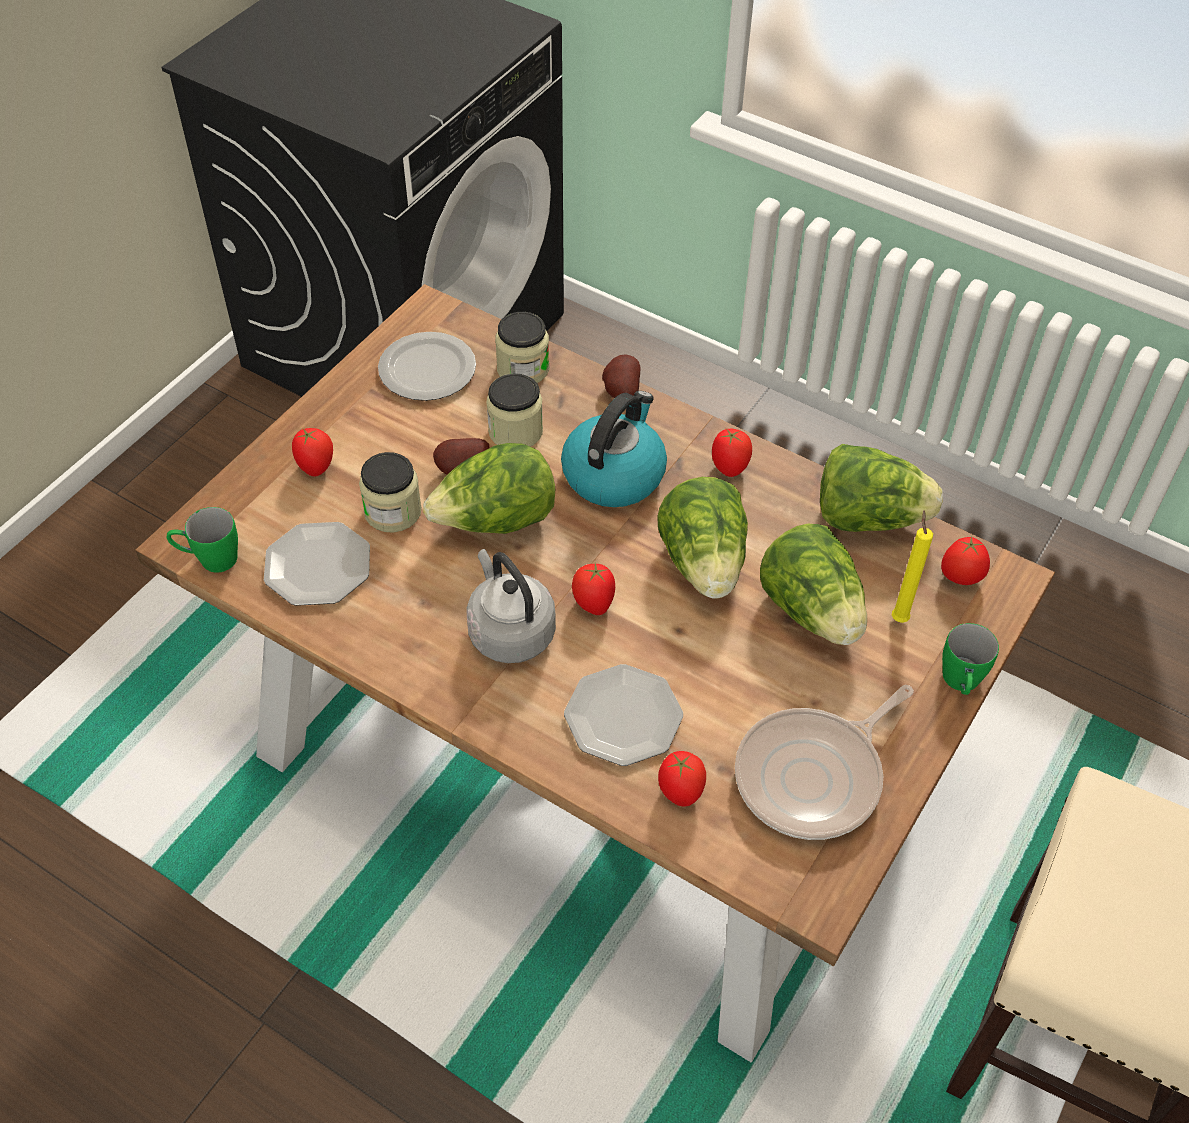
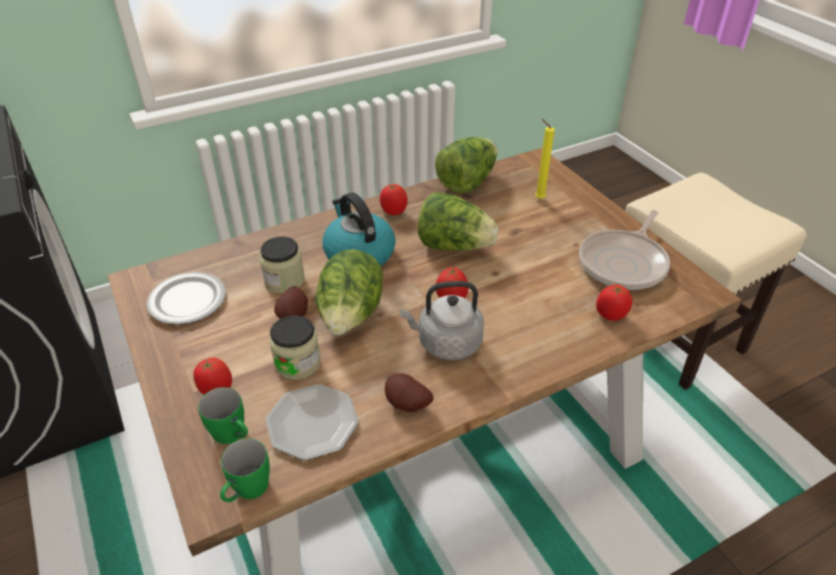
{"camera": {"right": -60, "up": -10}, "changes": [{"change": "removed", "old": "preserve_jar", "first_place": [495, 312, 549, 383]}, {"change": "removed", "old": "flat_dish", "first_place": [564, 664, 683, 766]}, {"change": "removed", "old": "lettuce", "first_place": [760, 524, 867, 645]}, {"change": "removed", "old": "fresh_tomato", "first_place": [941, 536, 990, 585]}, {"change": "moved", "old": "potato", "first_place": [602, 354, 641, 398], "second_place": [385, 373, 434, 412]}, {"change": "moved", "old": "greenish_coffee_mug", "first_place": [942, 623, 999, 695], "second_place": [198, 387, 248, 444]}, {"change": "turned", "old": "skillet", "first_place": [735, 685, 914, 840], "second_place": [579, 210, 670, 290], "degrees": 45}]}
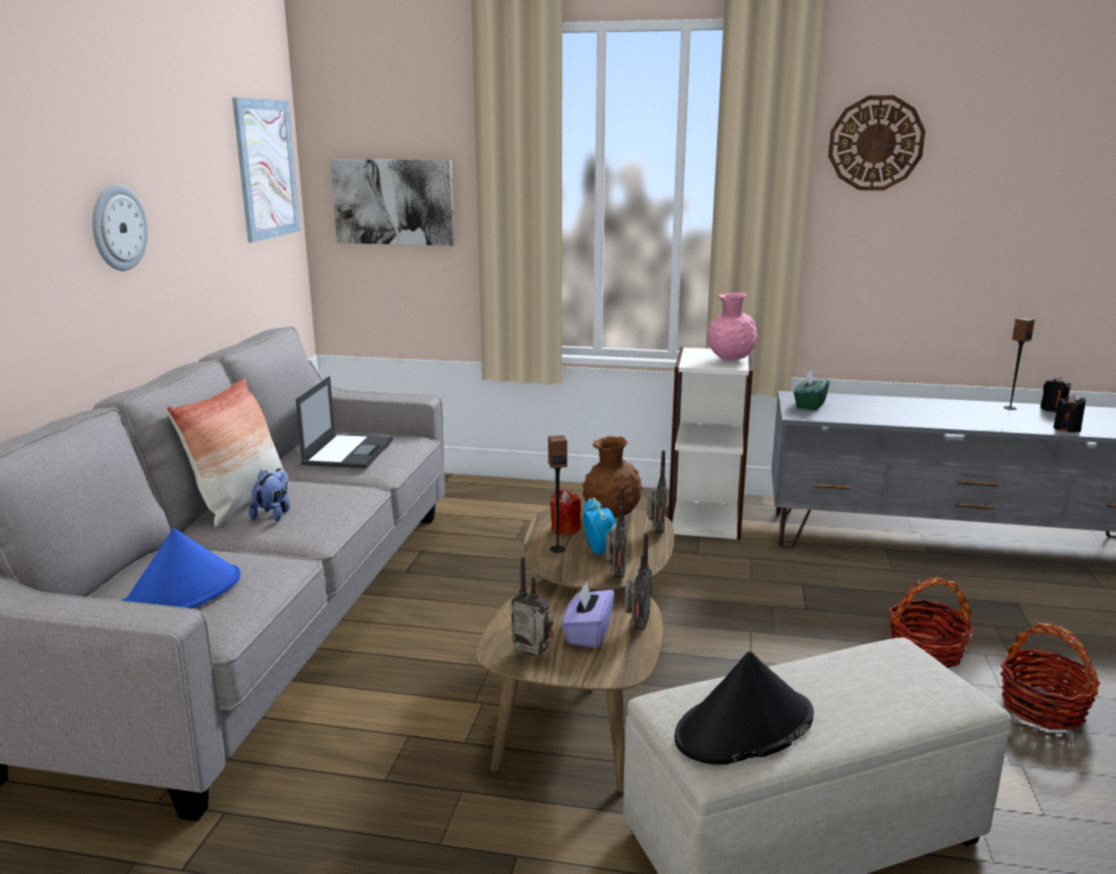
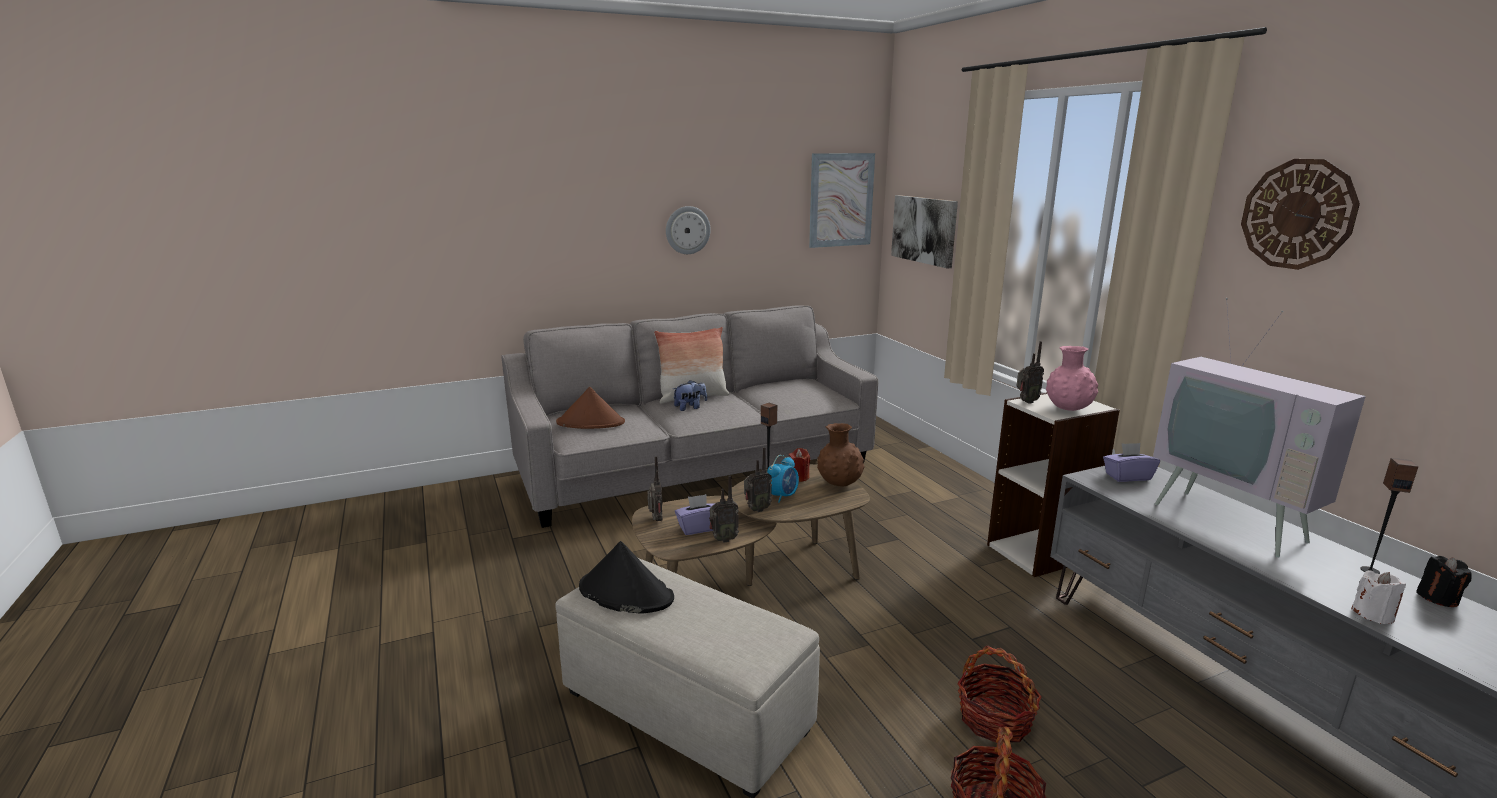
{"camera": {"right": 55, "up": 0}, "changes": [{"change": "removed", "old": "portable_computer", "first_place": [296, 376, 393, 468]}, {"change": "added", "new": "television", "second_place": [1153, 298, 1366, 557]}, {"change": "moved", "old": "radio_set", "first_place": [647, 450, 667, 534], "second_place": [1017, 341, 1044, 404]}, {"change": "recoloured", "old": "blue-coloured_wearable_hat", "new": "brown_wearable_hat", "first_place": [121, 528, 241, 609], "second_place": [556, 387, 625, 429]}, {"change": "recoloured", "old": "greenish_tissue_holder", "new": "purplish_tissue_holder", "first_place": [794, 370, 830, 410], "second_place": [1103, 443, 1160, 482]}, {"change": "recoloured", "old": "black_wax_candle", "new": "white-coloured_wax_candle", "first_place": [1053, 394, 1086, 432], "second_place": [1351, 570, 1406, 624]}]}
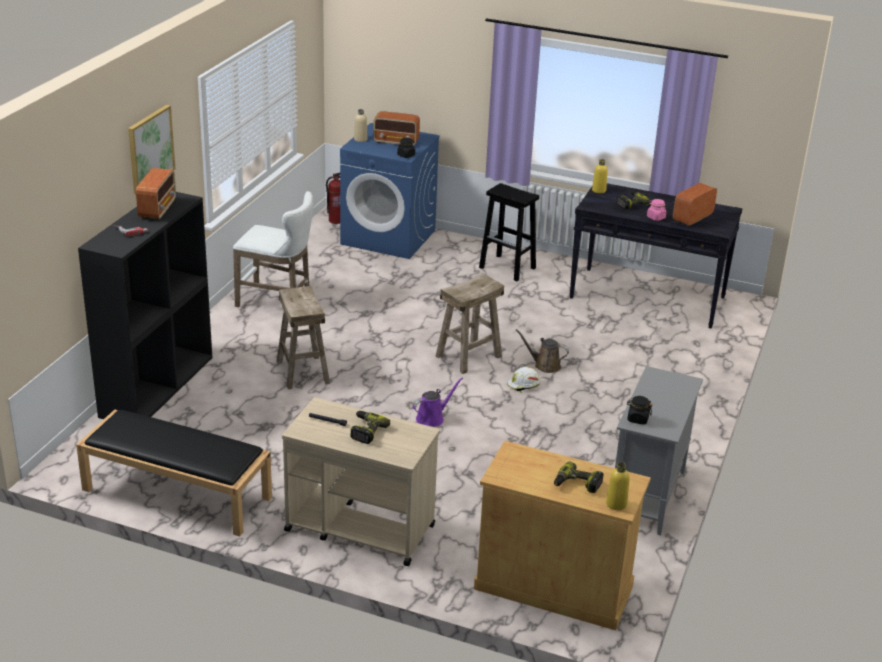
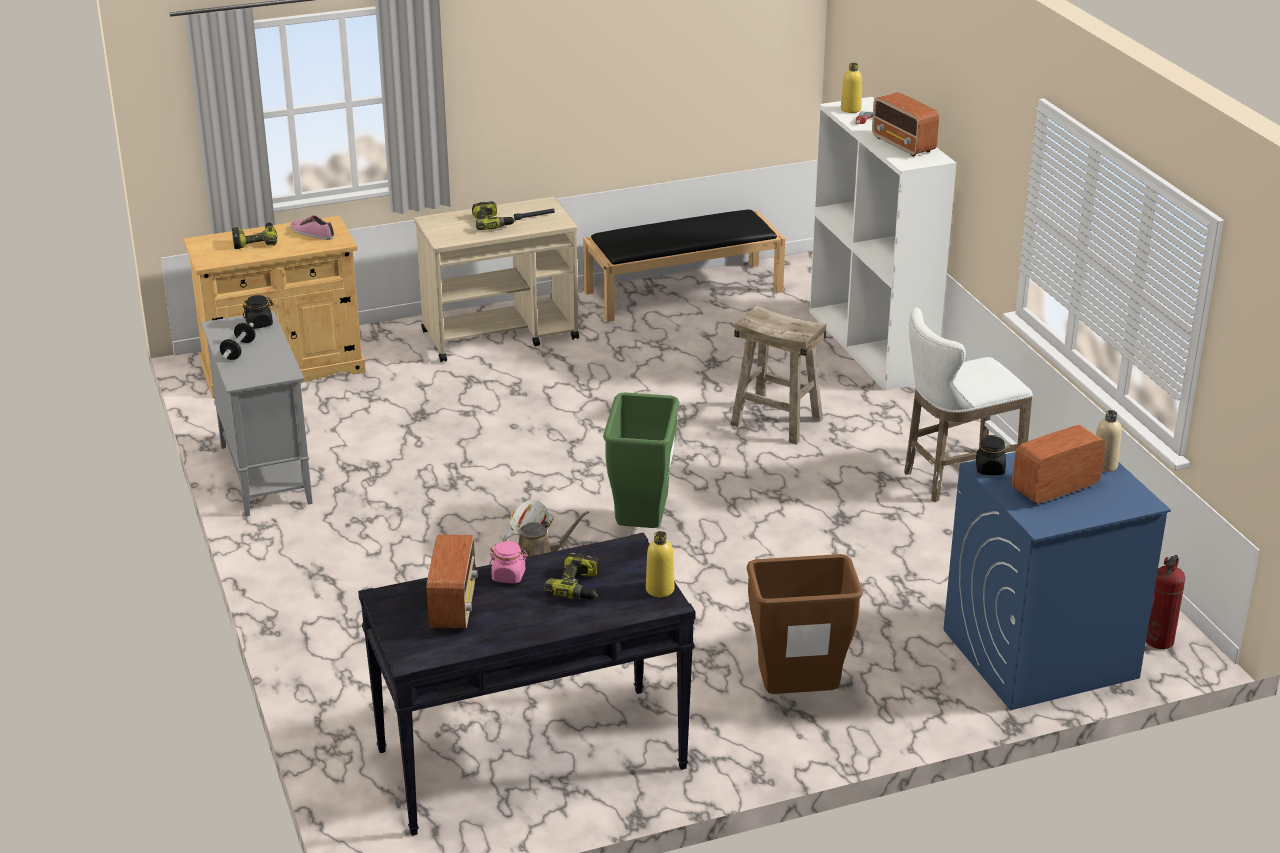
{"camera": {"right": 140, "up": 0}, "changes": [{"change": "removed", "old": "picture", "first_place": [128, 105, 175, 194]}, {"change": "removed", "old": "purplish_sprinkling_can", "first_place": [413, 378, 463, 427]}, {"change": "added", "new": "dumbbell", "second_place": [220, 323, 255, 360]}, {"change": "added", "new": "low_shoe", "second_place": [290, 215, 334, 240]}, {"change": "moved", "old": "yellow-coloured_drink_bottle", "first_place": [606, 462, 630, 510], "second_place": [841, 63, 862, 113]}, {"change": "replaced", "old": "sand-coloured_stool", "new": "greenish_waste_bin", "first_place": [435, 273, 504, 374], "second_place": [603, 392, 679, 528]}, {"change": "replaced", "old": "black_stool", "new": "brown_waste_bin", "first_place": [479, 183, 539, 281], "second_place": [746, 554, 863, 694]}, {"change": "recoloured", "old": "black_bookcase", "new": "white-coloured_bookcase", "first_place": [78, 192, 212, 419], "second_place": [810, 97, 956, 391]}]}
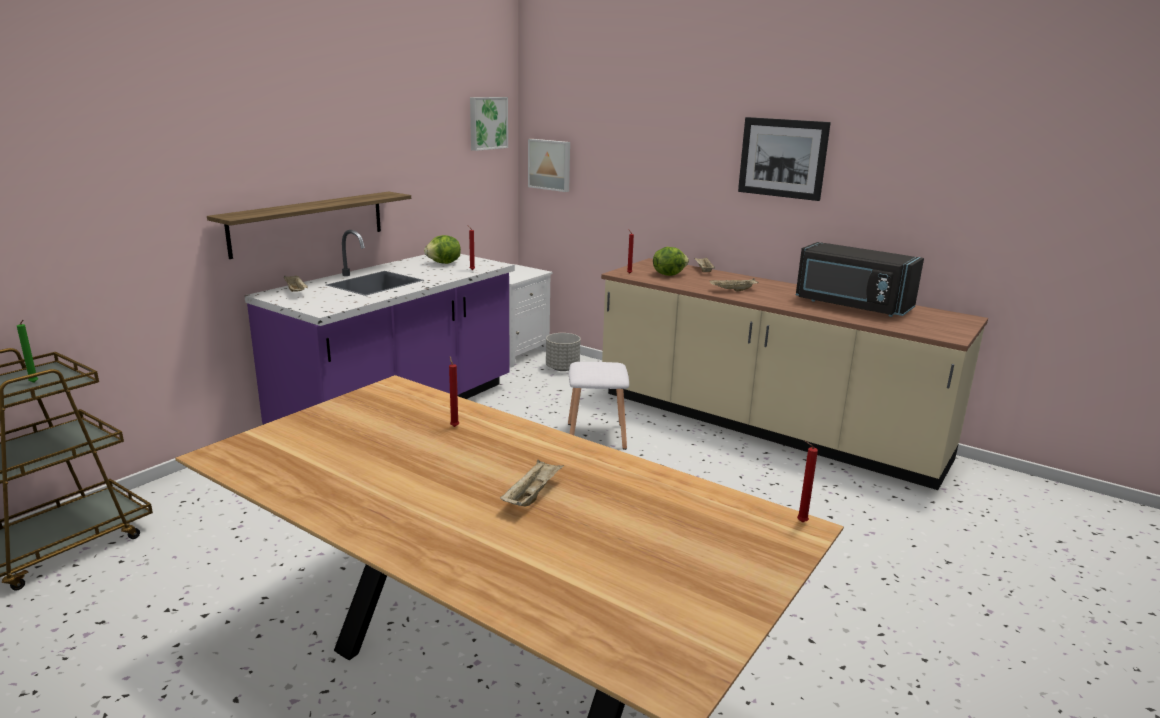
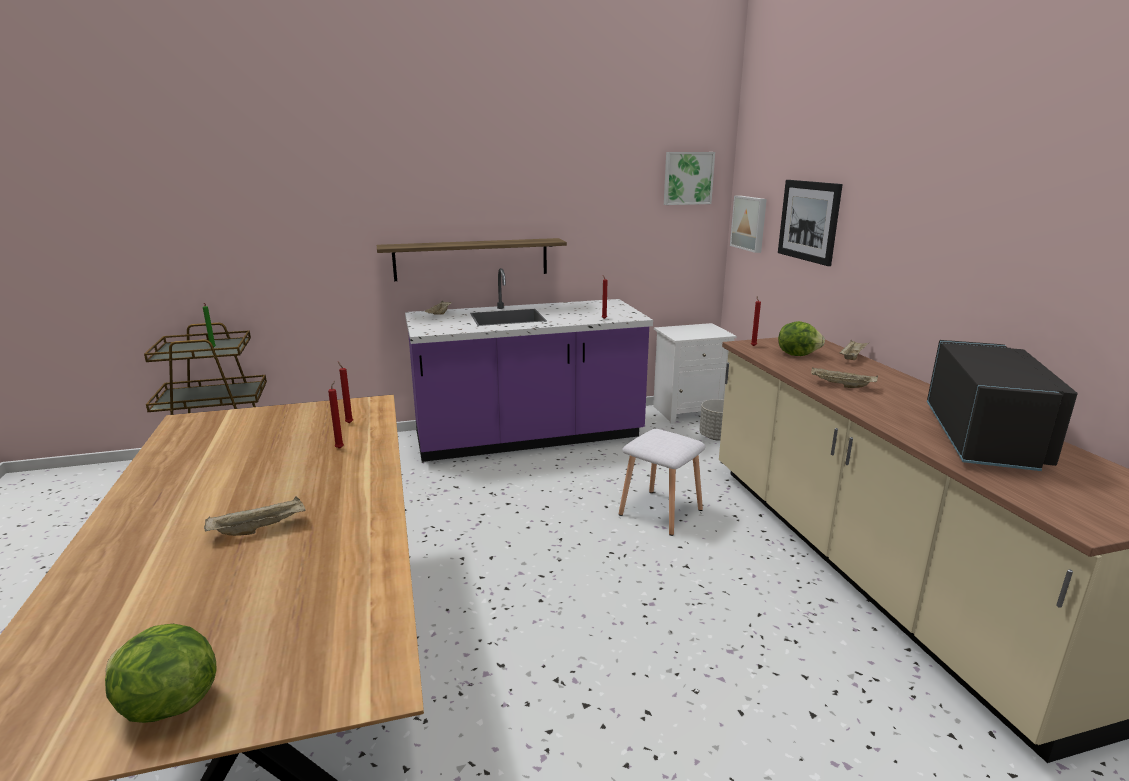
{"camera": {"right": 40, "up": 0}, "changes": [{"change": "moved", "old": "lettuce", "first_place": [424, 235, 461, 264], "second_place": [105, 624, 217, 723]}, {"change": "moved", "old": "picture", "first_place": [738, 117, 831, 201], "second_place": [778, 180, 843, 266]}, {"change": "moved", "old": "red_wax_candle", "first_place": [797, 441, 818, 522], "second_place": [338, 362, 353, 424]}, {"change": "turned", "old": "black_kitchen_microwave", "first_place": [796, 242, 924, 317], "second_place": [927, 340, 1078, 471], "degrees": -150}]}
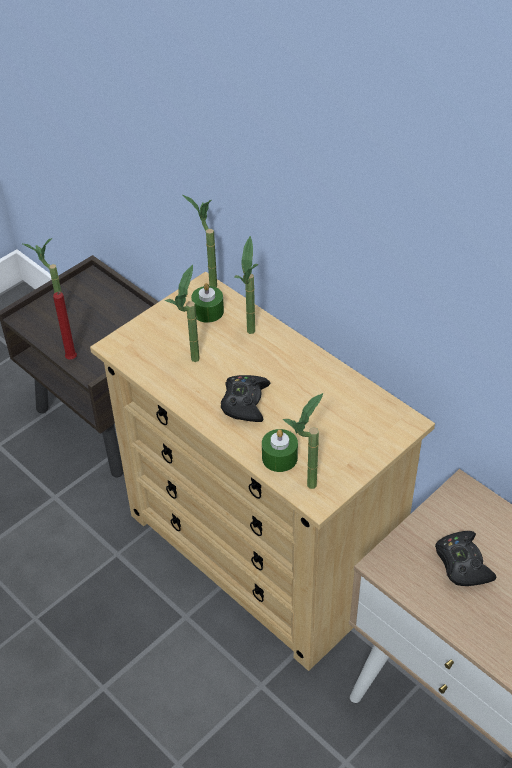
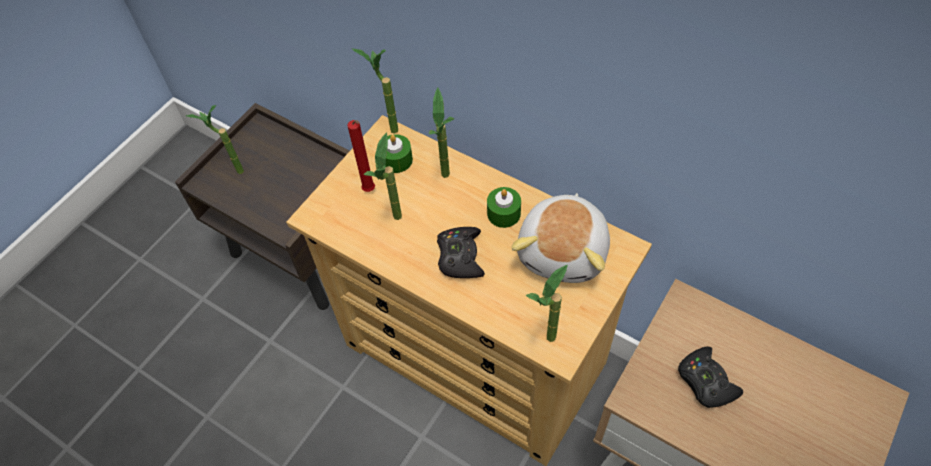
{"camera": {"right": -10, "up": 10}, "changes": [{"change": "added", "new": "plush_toy", "second_place": [511, 193, 610, 283]}, {"change": "moved", "old": "red_wax_candle", "first_place": [53, 291, 77, 360], "second_place": [347, 120, 375, 192]}, {"change": "moved", "old": "greenish_wax_candle", "first_place": [262, 429, 298, 472], "second_place": [487, 187, 521, 228]}]}
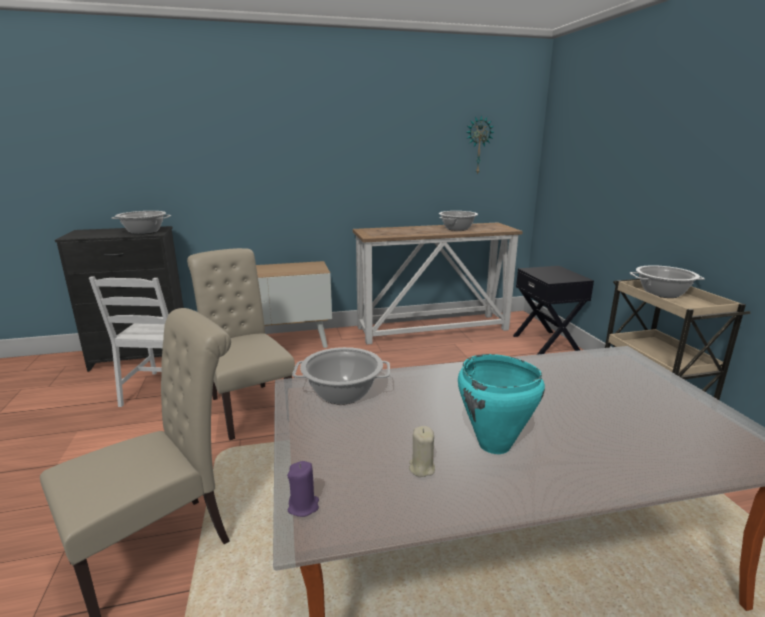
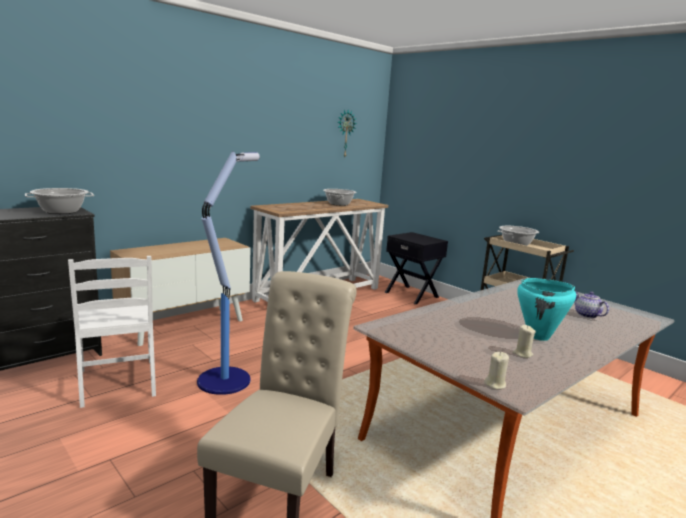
{"camera": {"right": -30, "up": -5}, "changes": [{"change": "removed", "old": "stockpot", "first_place": [292, 347, 390, 405]}, {"change": "added", "new": "teapot", "second_place": [575, 292, 609, 318]}, {"change": "replaced", "old": "sand-coloured_plain_chair", "new": "standing_lamp", "first_place": [187, 248, 295, 440], "second_place": [197, 151, 260, 395]}, {"change": "recoloured", "old": "purplish_wax_candle", "new": "sand-coloured_wax_candle", "first_place": [287, 461, 319, 517], "second_place": [484, 352, 509, 389]}]}
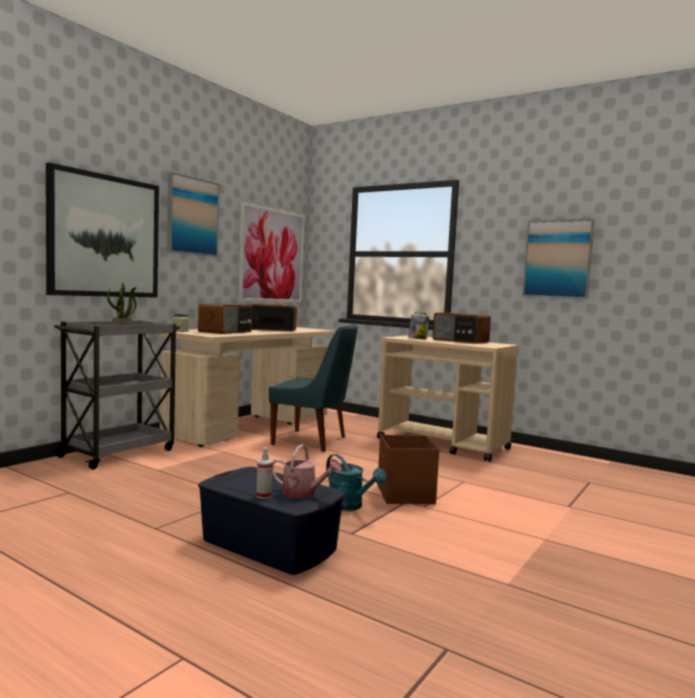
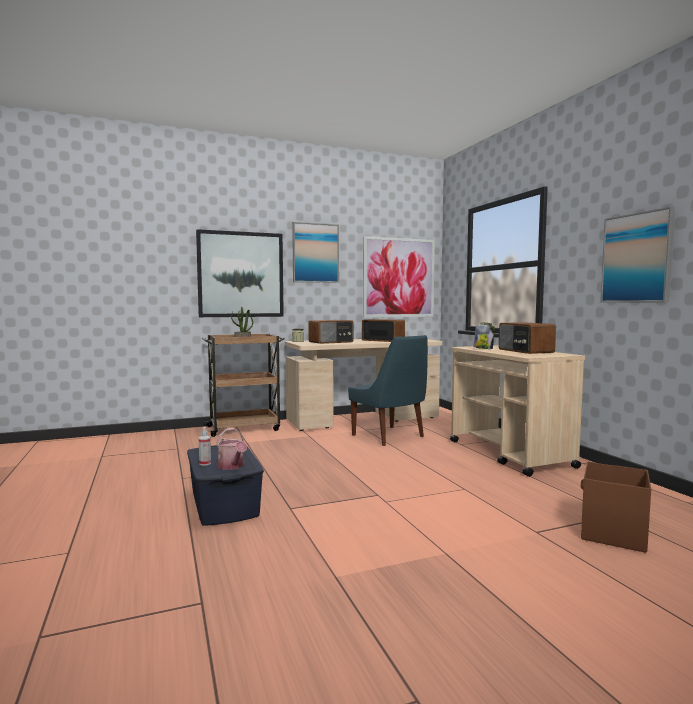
{"camera": {"right": 35, "up": 0}, "changes": [{"change": "removed", "old": "turquoise_sprinkling_can", "first_place": [326, 454, 386, 511]}, {"change": "moved", "old": "brown_storage_box", "first_place": [377, 434, 439, 504], "second_place": [580, 462, 651, 553]}, {"change": "recoloured", "old": "grey_wheeled_cart", "new": "brown_wheeled_cart", "first_place": [53, 320, 180, 469], "second_place": [202, 334, 284, 437]}]}
